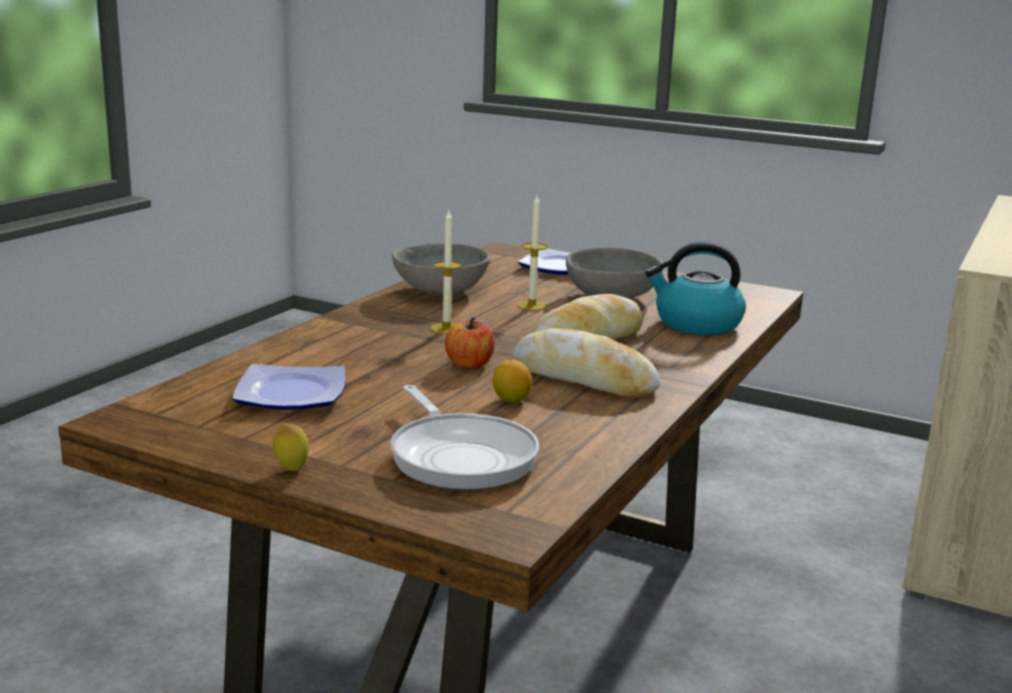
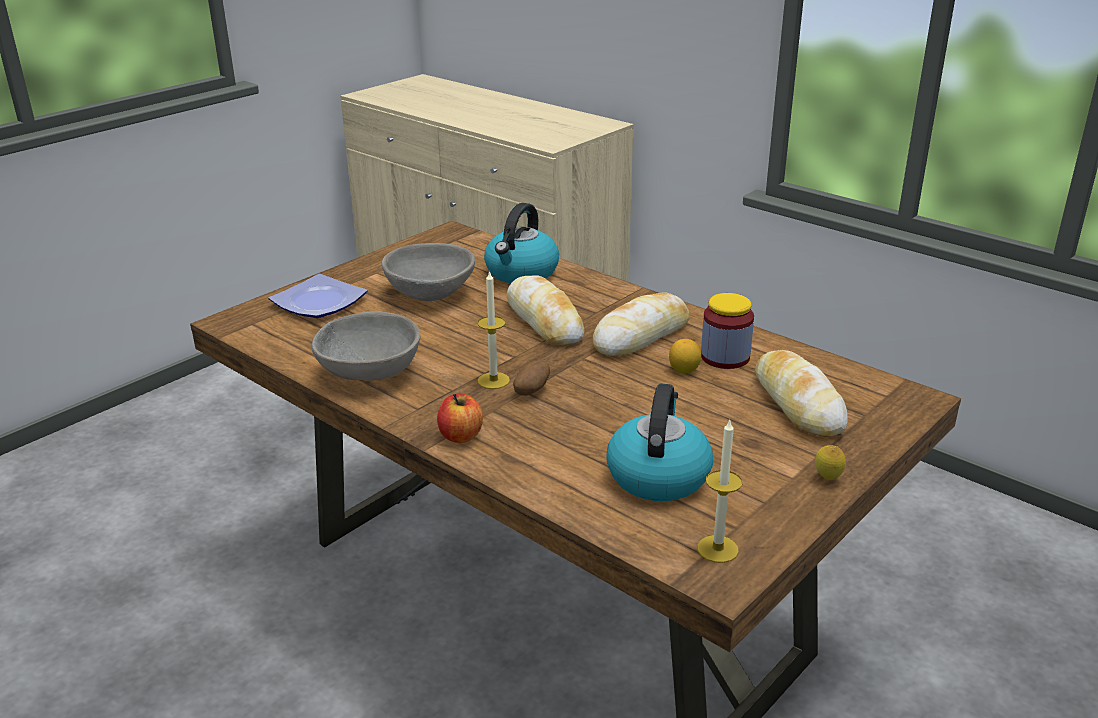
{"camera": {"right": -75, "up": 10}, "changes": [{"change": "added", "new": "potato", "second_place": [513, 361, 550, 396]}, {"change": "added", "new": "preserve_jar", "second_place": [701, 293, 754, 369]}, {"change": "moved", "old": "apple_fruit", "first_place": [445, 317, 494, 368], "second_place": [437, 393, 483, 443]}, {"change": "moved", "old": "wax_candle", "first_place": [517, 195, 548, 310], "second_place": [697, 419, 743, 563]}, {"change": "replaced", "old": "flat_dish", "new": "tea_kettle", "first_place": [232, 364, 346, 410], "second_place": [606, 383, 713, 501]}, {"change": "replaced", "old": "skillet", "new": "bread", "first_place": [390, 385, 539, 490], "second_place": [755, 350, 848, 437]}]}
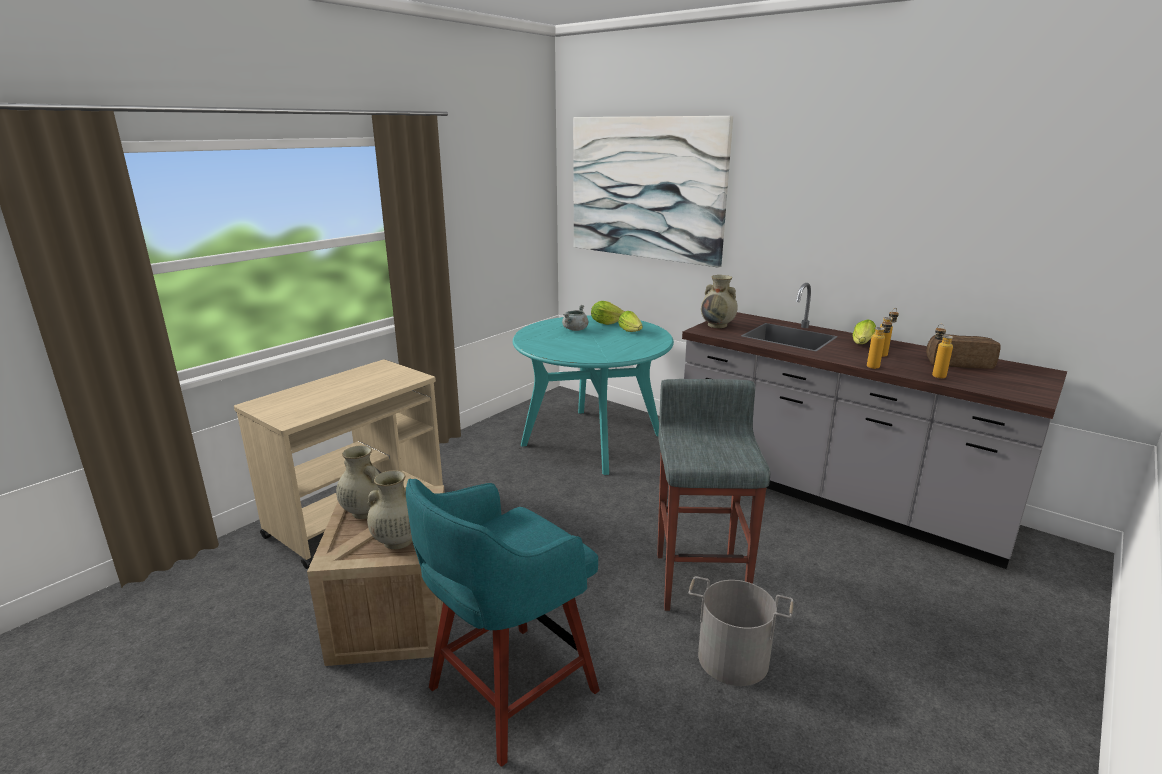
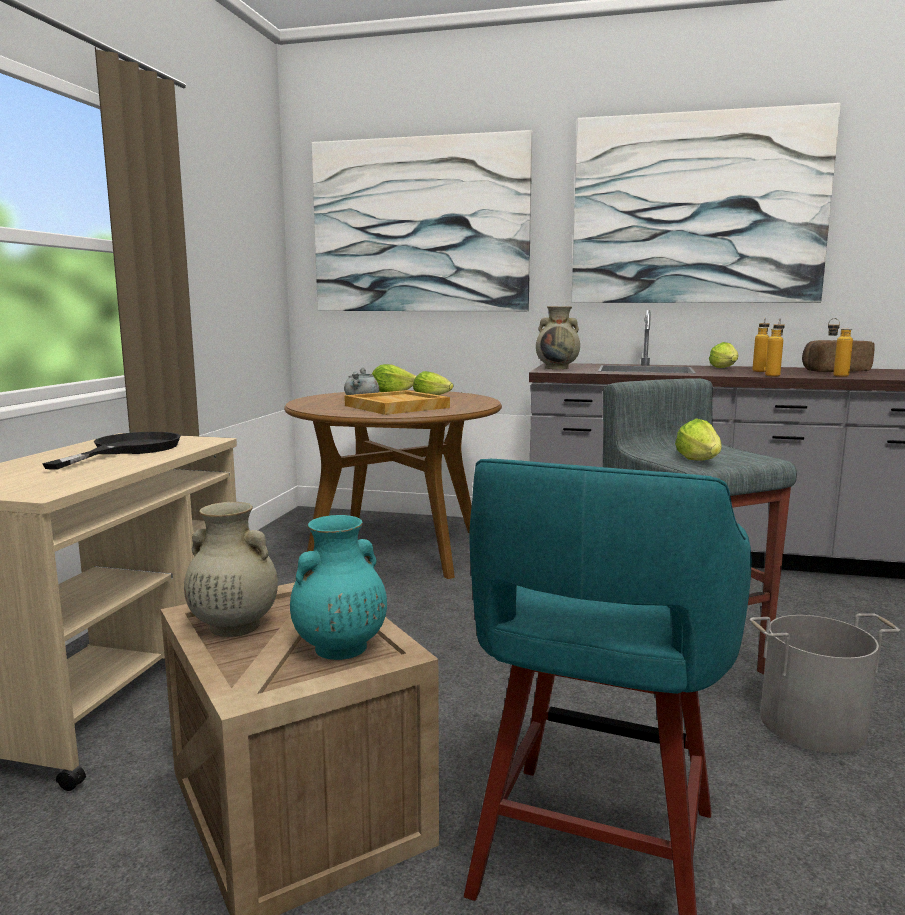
{"camera": {"right": -25, "up": -10}, "changes": [{"change": "added", "new": "black_skillet", "second_place": [42, 432, 180, 470]}, {"change": "added", "new": "sand-coloured_serving_tray", "second_place": [344, 390, 450, 415]}, {"change": "added", "new": "picture", "second_place": [572, 103, 841, 303]}, {"change": "added", "new": "lettuce", "second_place": [675, 418, 722, 461]}, {"change": "recoloured", "old": "sand-coloured_decorative_vase", "new": "turquoise_decorative_vase", "first_place": [367, 470, 412, 549], "second_place": [290, 515, 387, 660]}, {"change": "recoloured", "old": "turquoise_kitchen_table", "new": "brown_kitchen_table", "first_place": [513, 315, 674, 475], "second_place": [284, 390, 502, 579]}]}
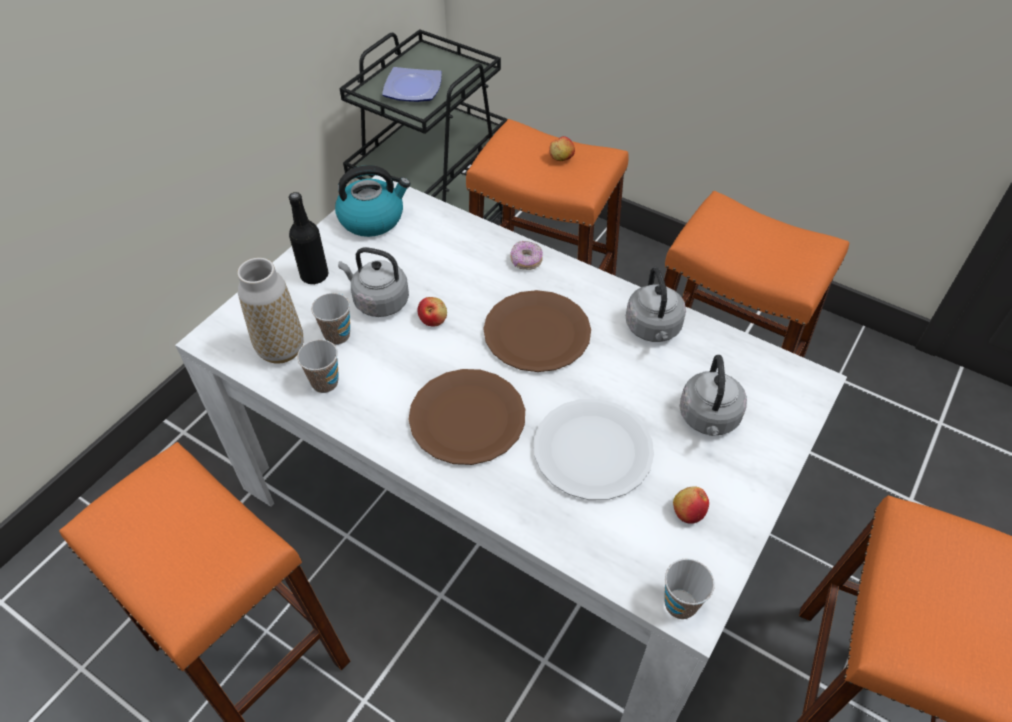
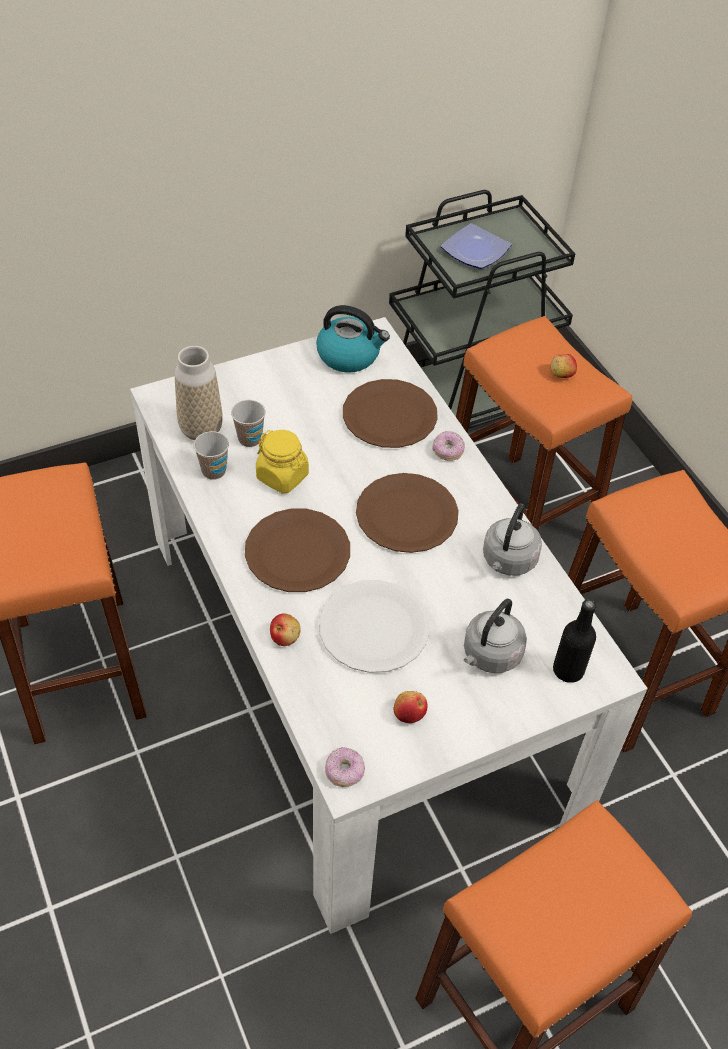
{"camera": {"right": 30, "up": 0}, "changes": [{"change": "removed", "old": "grey_tea_kettle", "first_place": [338, 247, 409, 317]}, {"change": "added", "new": "yellow-coloured_preserve_jar", "second_place": [256, 430, 309, 494]}, {"change": "added", "new": "brown_flat_dish", "second_place": [343, 379, 438, 448]}, {"change": "moved", "old": "black_drink_bottle", "first_place": [289, 192, 329, 285], "second_place": [553, 599, 596, 683]}, {"change": "moved", "old": "apple_fruit", "first_place": [418, 297, 447, 327], "second_place": [270, 613, 301, 646]}, {"change": "replaced", "old": "drinking_cup", "new": "doughnut", "first_place": [664, 558, 715, 619], "second_place": [325, 747, 365, 787]}]}
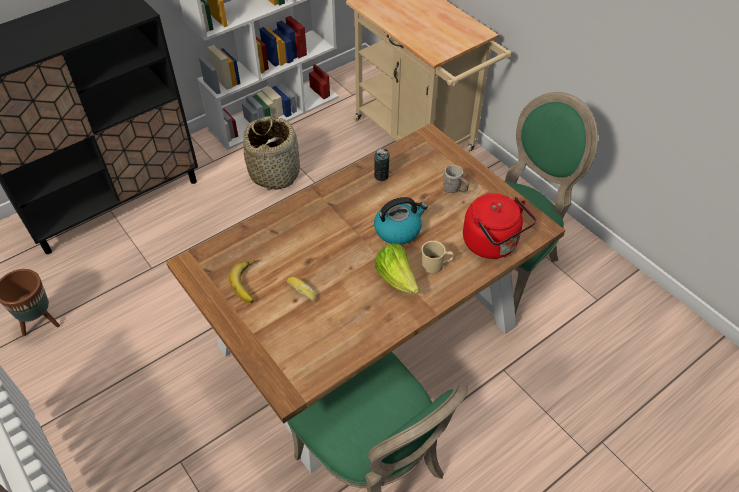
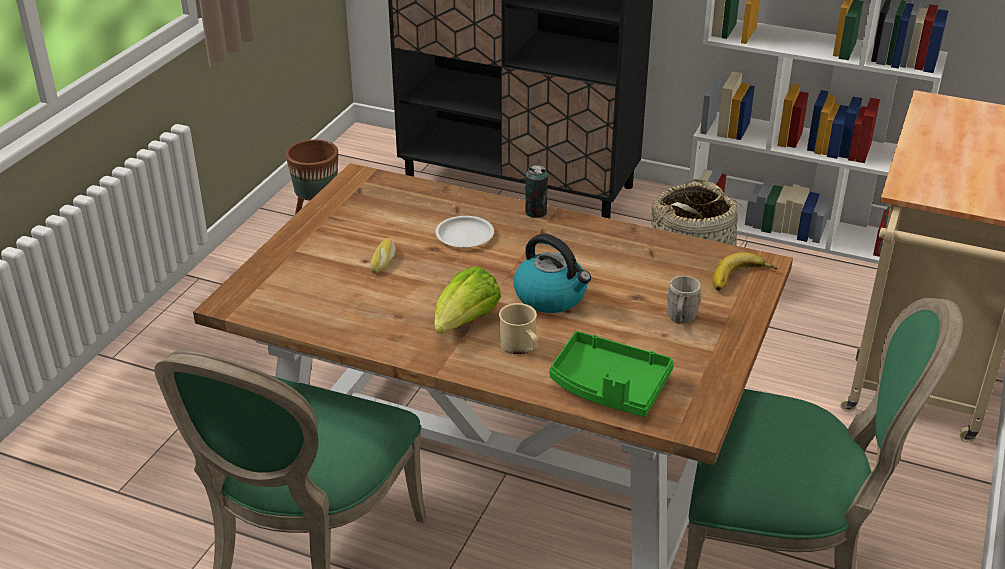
{"camera": {"right": 60, "up": -15}, "changes": [{"change": "added", "new": "white-coloured_flat_dish", "second_place": [435, 216, 494, 248]}, {"change": "moved", "old": "whole_banana", "first_place": [229, 260, 259, 303], "second_place": [712, 252, 778, 291]}, {"change": "moved", "old": "can", "first_place": [374, 148, 389, 181], "second_place": [525, 165, 548, 218]}, {"change": "replaced", "old": "red_tea_kettle", "new": "greenish_serving_tray", "first_place": [463, 193, 536, 259], "second_place": [549, 331, 674, 417]}]}
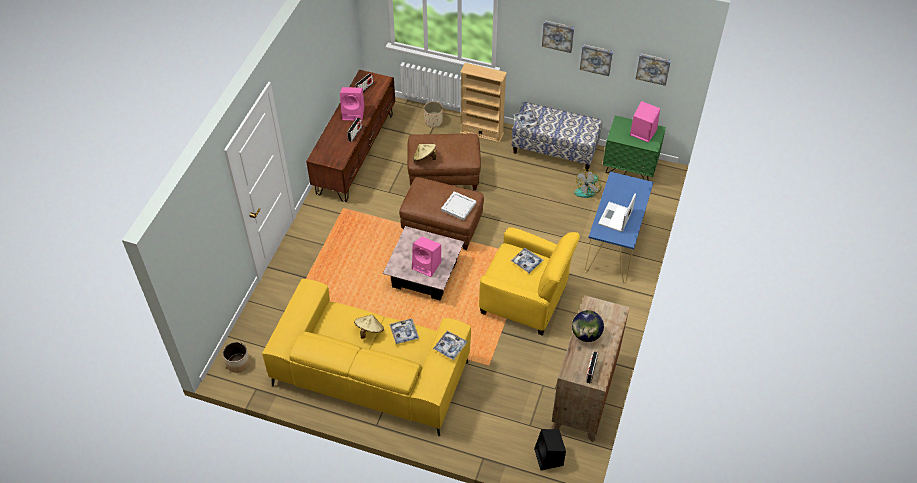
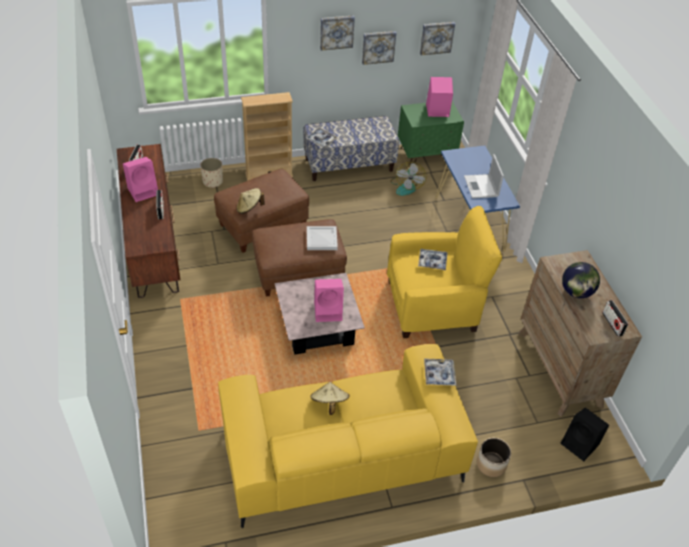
{"camera": {"right": -35, "up": -5}, "changes": [{"change": "removed", "old": "serving_tray", "first_place": [389, 318, 419, 344]}, {"change": "moved", "old": "plant_pot", "first_place": [223, 342, 250, 373], "second_place": [477, 438, 511, 477]}]}
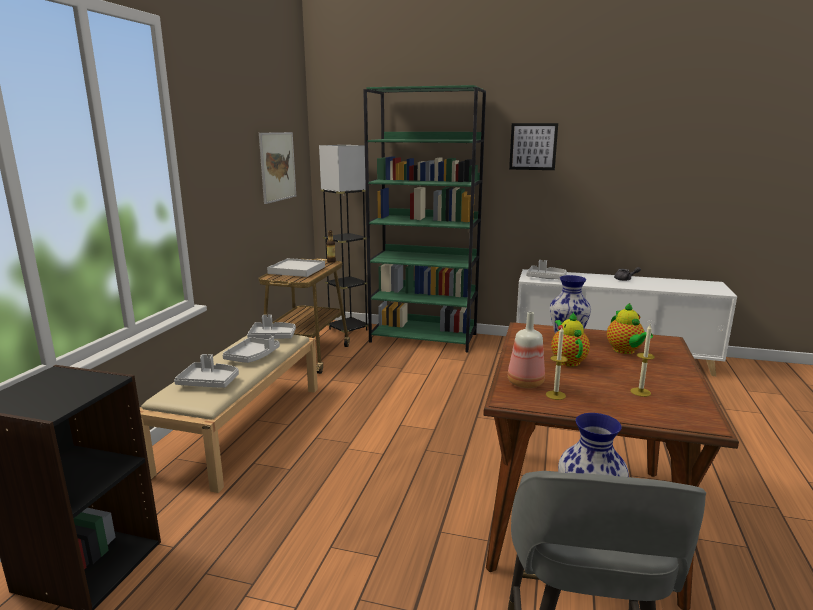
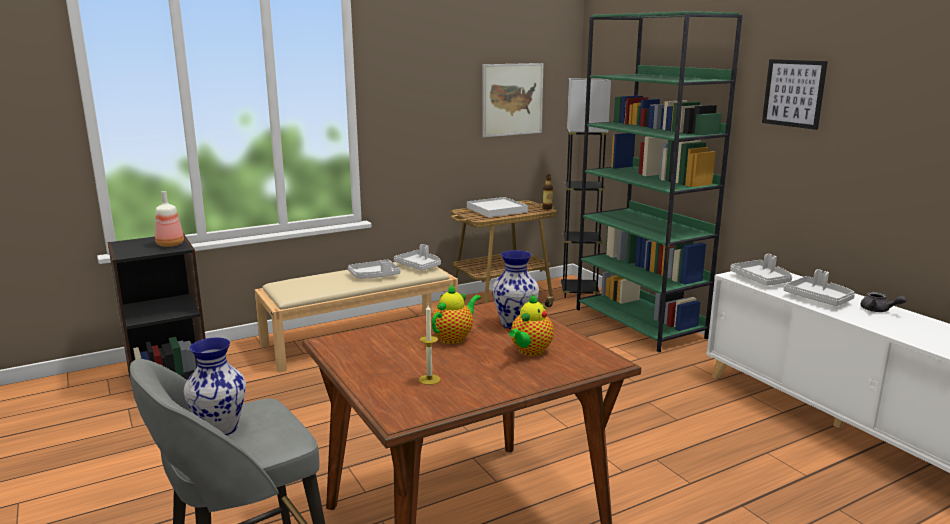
{"camera": {"right": 45, "up": 0}, "changes": [{"change": "removed", "old": "wax_candle", "first_place": [546, 327, 568, 400]}, {"change": "moved", "old": "grey_serving_tray", "first_place": [174, 354, 239, 388], "second_place": [784, 269, 855, 306]}, {"change": "moved", "old": "drink_bottle", "first_place": [508, 312, 545, 388], "second_place": [155, 191, 184, 247]}]}
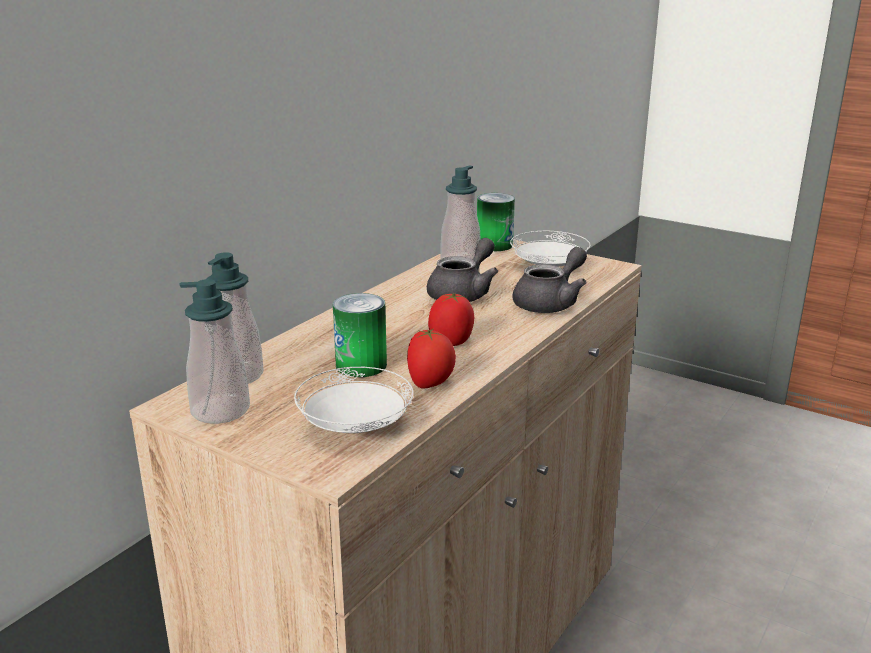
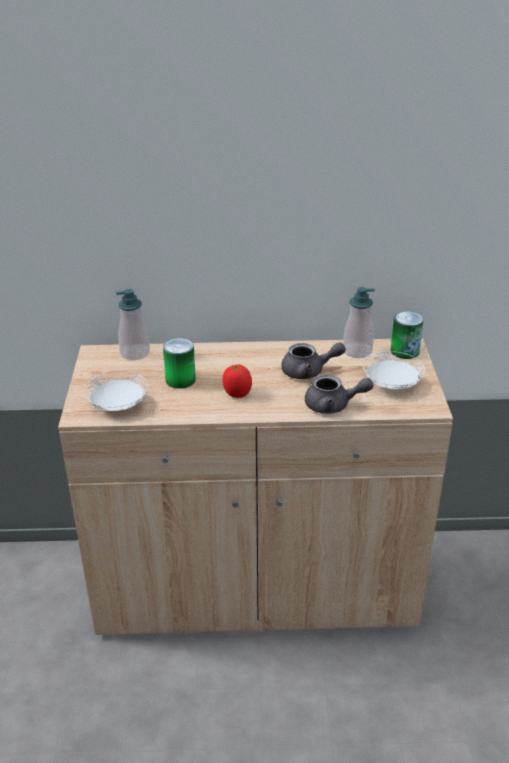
{"camera": {"right": 55, "up": 10}, "changes": [{"change": "removed", "old": "liquid_soap_bottle", "first_place": [180, 279, 250, 424]}, {"change": "removed", "old": "fresh_tomato", "first_place": [407, 329, 456, 389]}]}
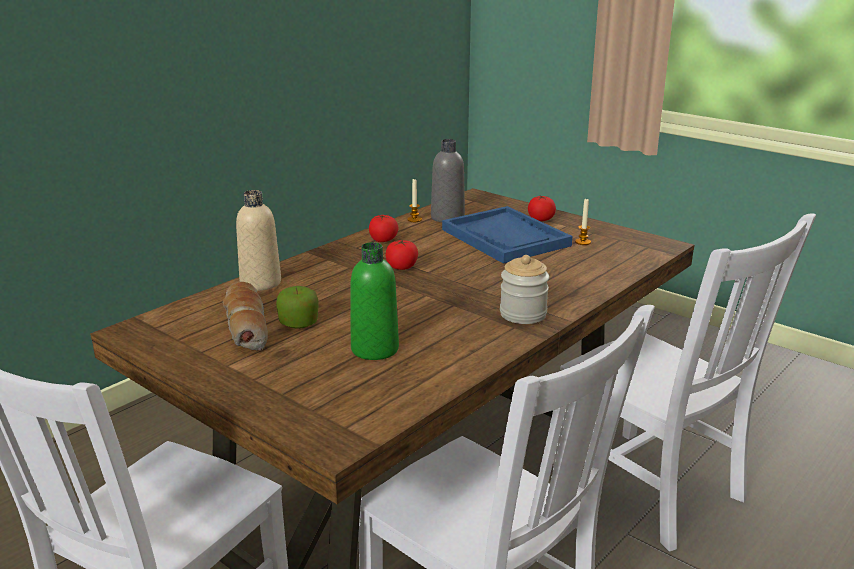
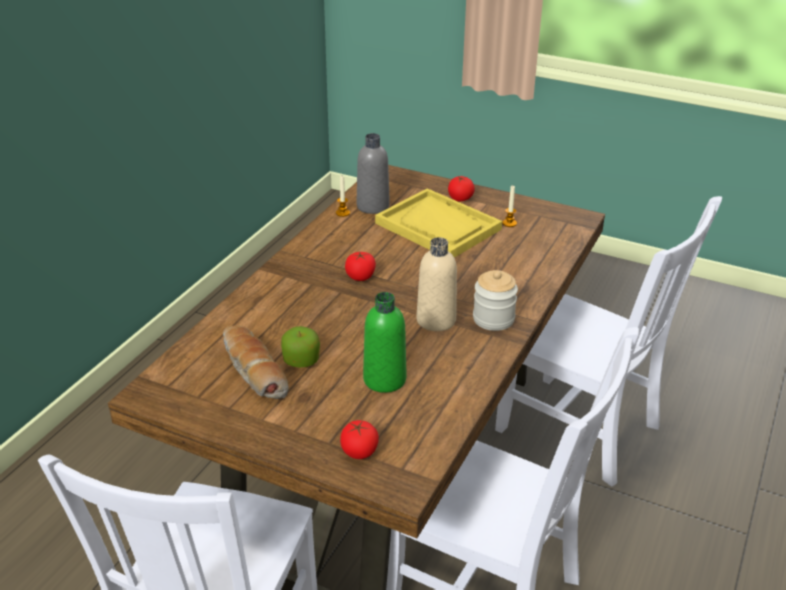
{"camera": {"right": -15, "up": 10}, "changes": [{"change": "moved", "old": "sand-coloured_drink_bottle", "first_place": [236, 190, 281, 291], "second_place": [416, 237, 457, 331]}, {"change": "moved", "old": "fresh_tomato", "first_place": [369, 215, 398, 242], "second_place": [340, 420, 379, 459]}, {"change": "recoloured", "old": "blue-coloured_serving_tray", "new": "yellow-coloured_serving_tray", "first_place": [442, 206, 572, 264], "second_place": [375, 188, 502, 258]}]}
